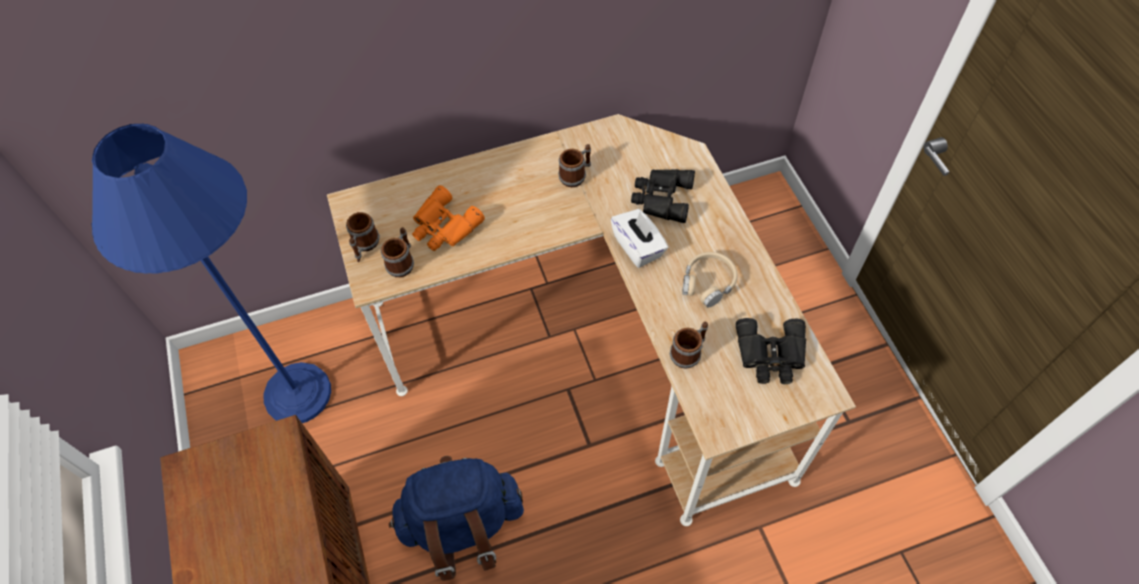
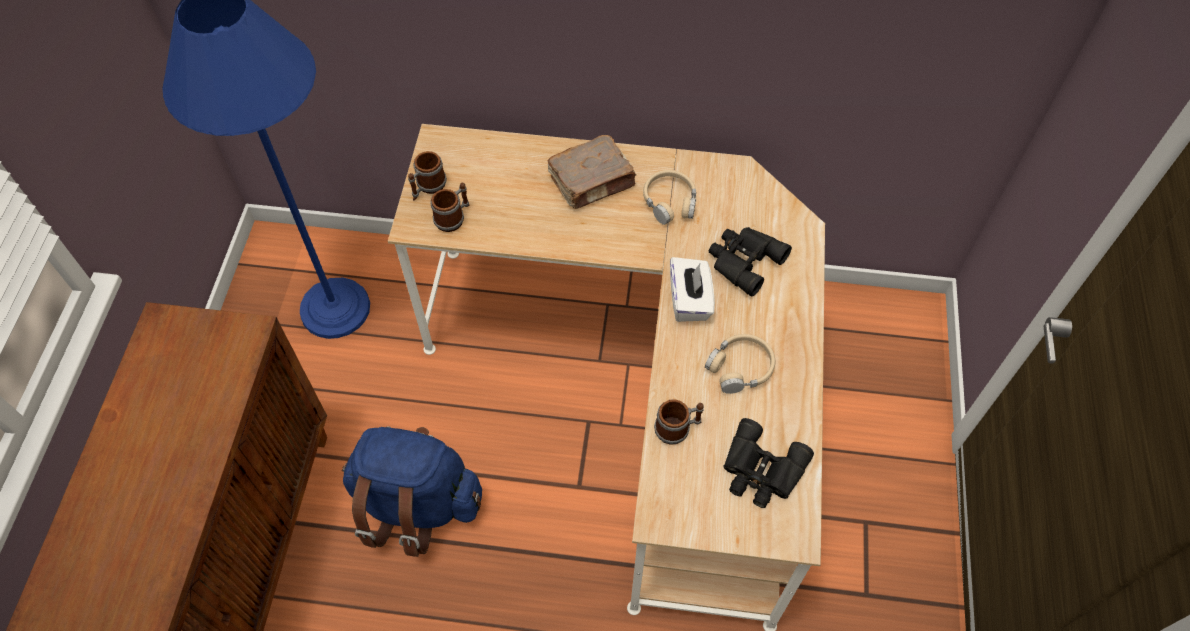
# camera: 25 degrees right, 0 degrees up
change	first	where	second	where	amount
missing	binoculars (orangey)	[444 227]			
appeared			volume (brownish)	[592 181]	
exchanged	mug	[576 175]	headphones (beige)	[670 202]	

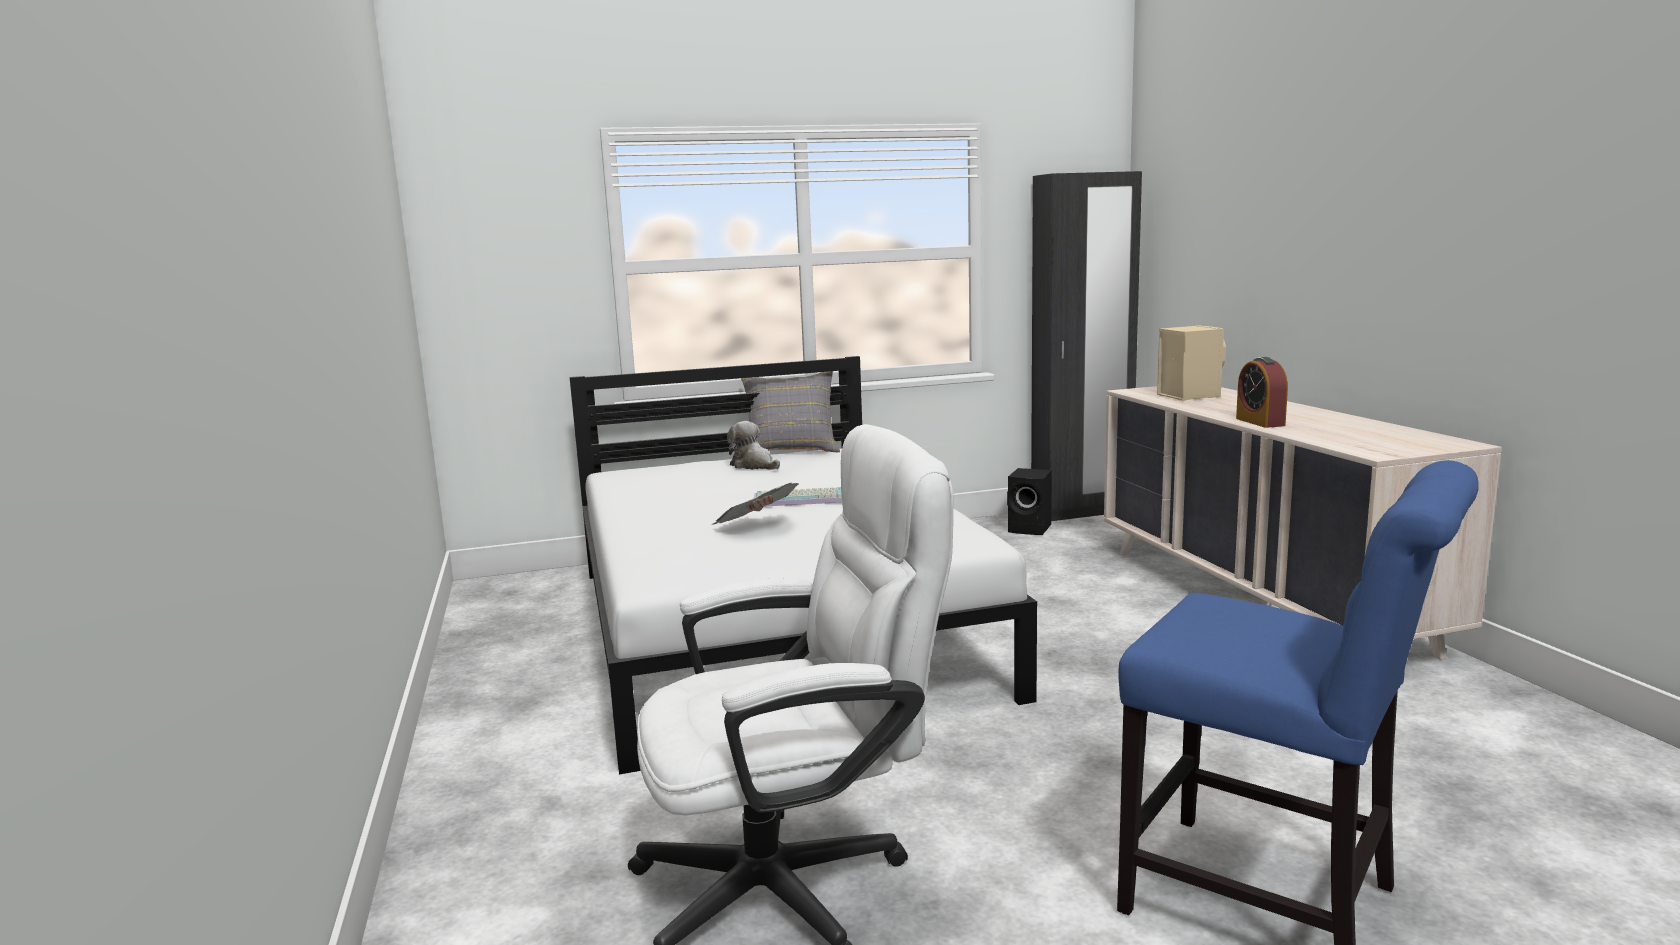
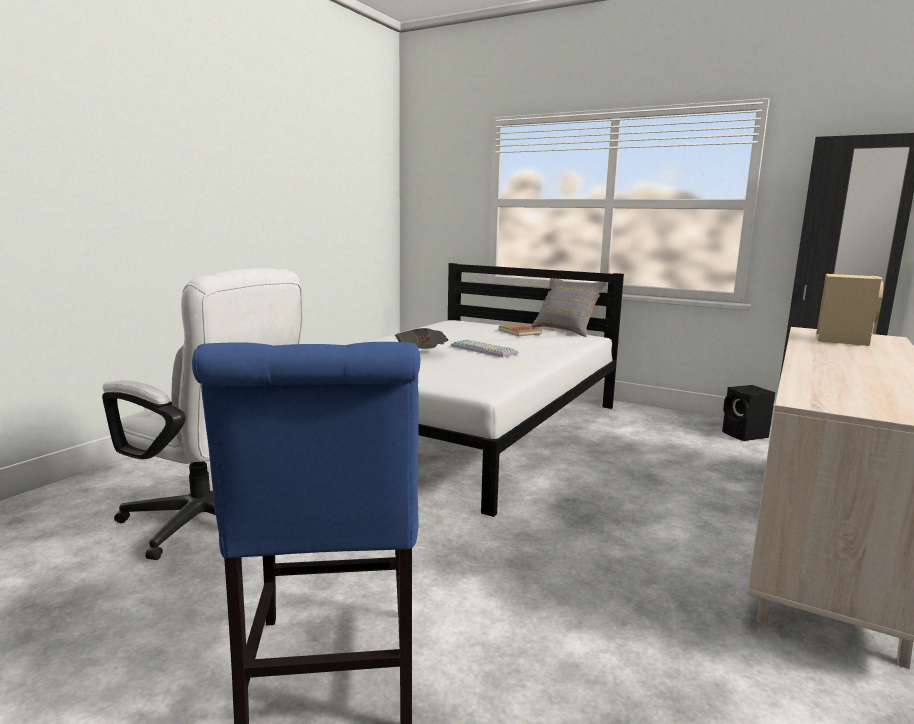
# camera: 45 degrees right, 0 degrees up
change	first	where	second	where	amount
missing	alarm clock	[1260 422]			
exchanged	cuddly toy	[754 465]	volume	[519 332]	

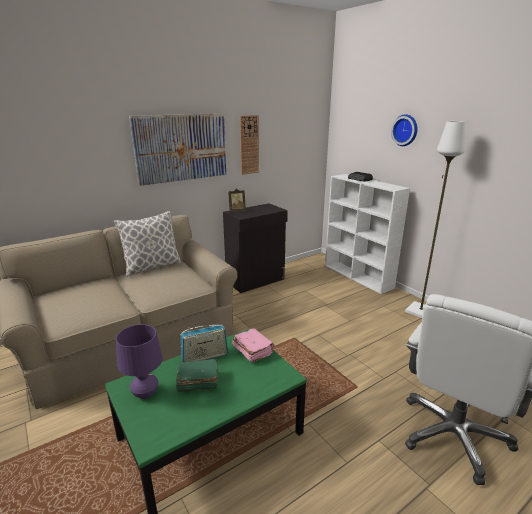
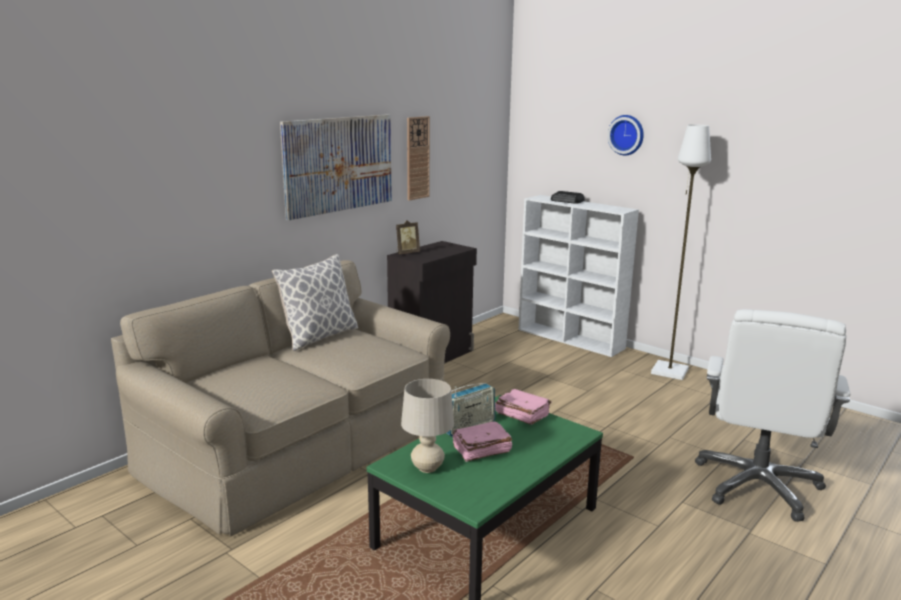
# camera: 15 degrees left, 5 degrees down
change	first	where	second	where	amount
colour	table lamp (purple)	[145 393]	table lamp (beige)	[427 468]	
colour	volume (green-coloured)	[197 382]	volume (pink-coloured)	[480 450]	

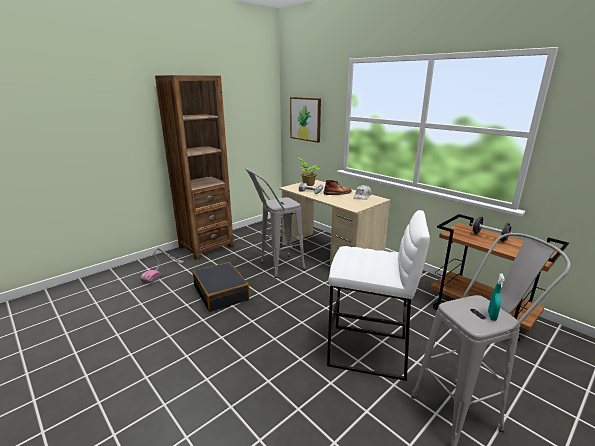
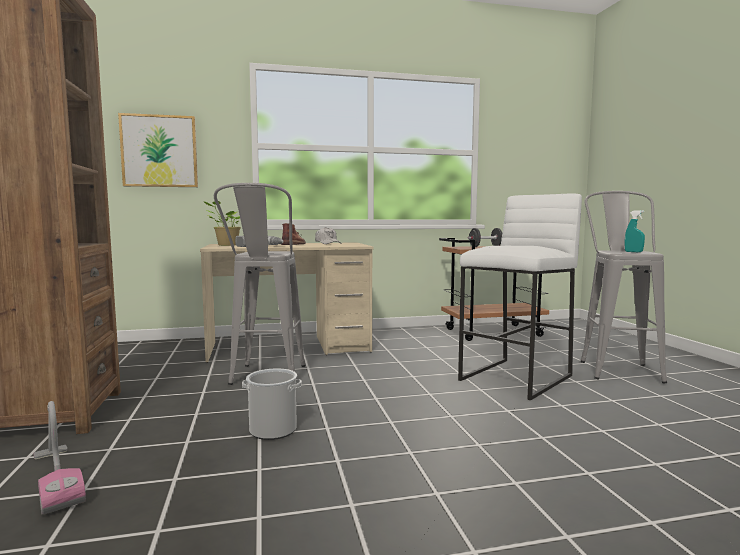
# camera: 60 degrees left, 15 degrees down
change	first	where	second	where	amount
exchanged	travel case (black-coloured)	[221 293]	bucket	[273 430]	

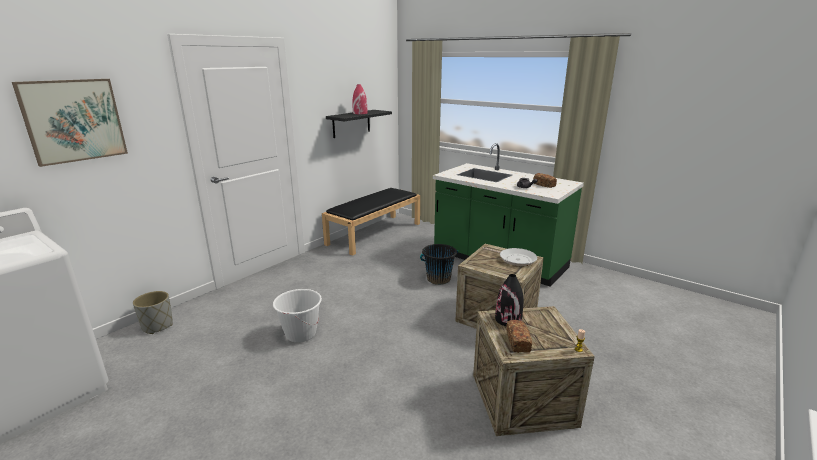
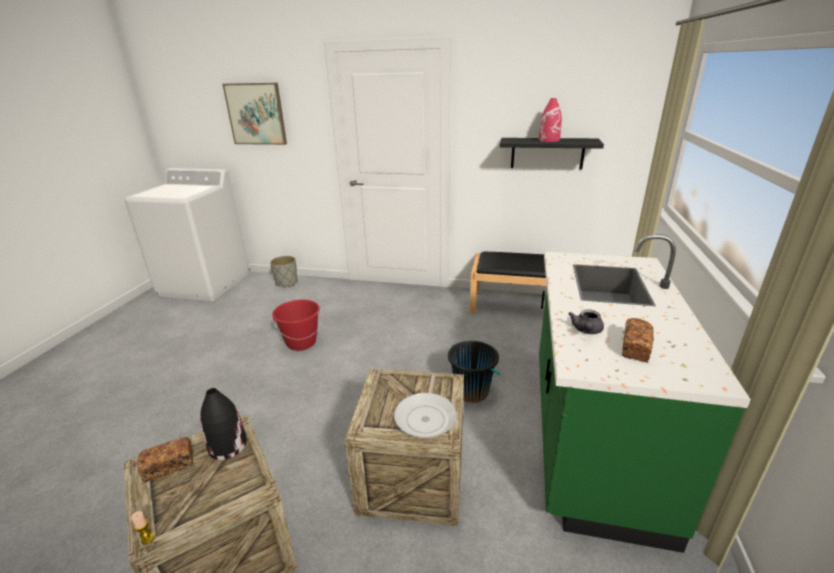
# camera: 65 degrees right, 5 degrees up
change	first	where	second	where	amount
colour	bucket (white)	[300 334]	bucket (red)	[301 343]	

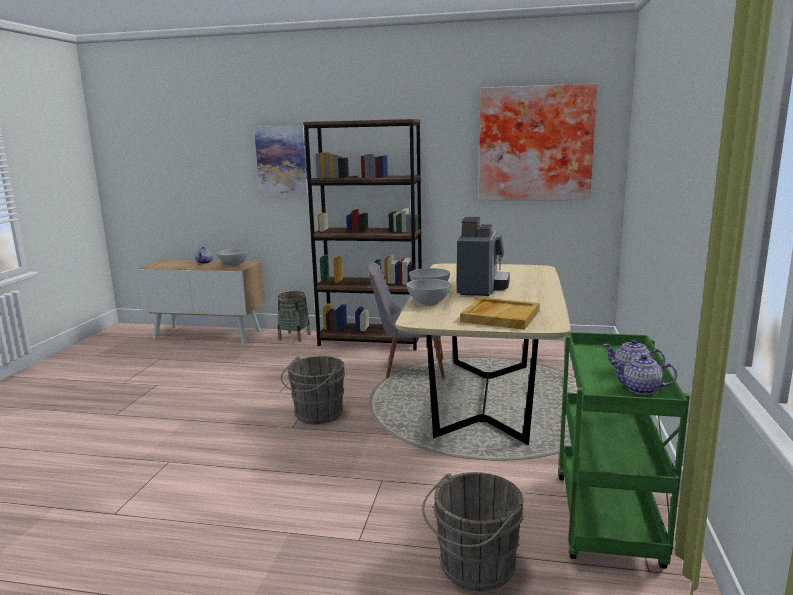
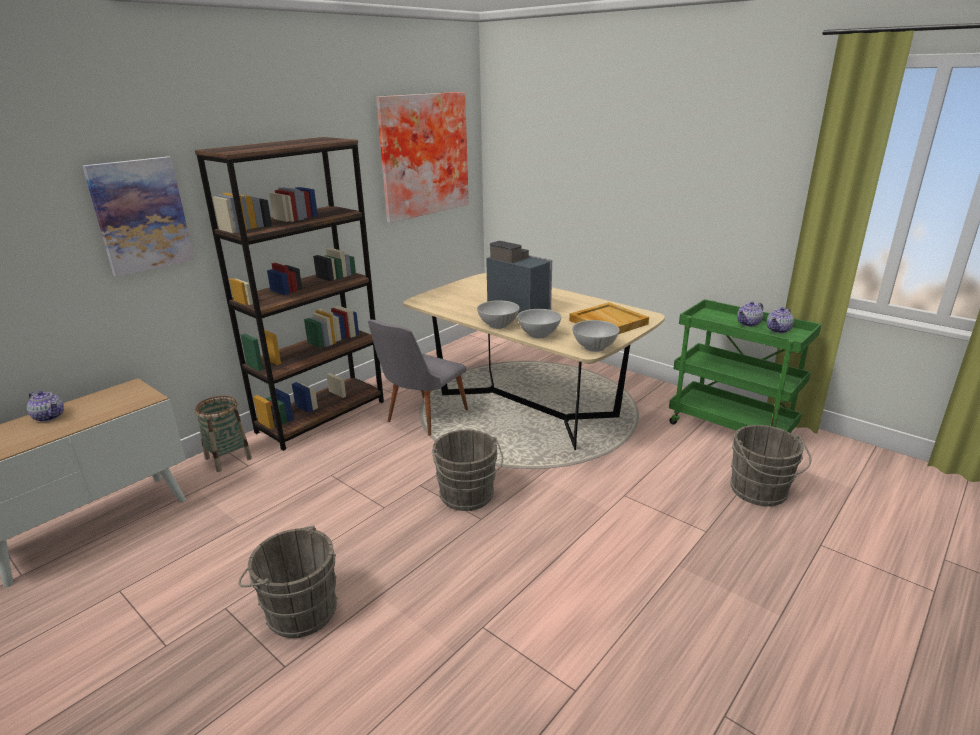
# camera: 60 degrees left, 10 degrees up
change	first	where	second	where	amount
appeared			bucket (greyish)	[298 610]	
relocated	deep dish (white)	[233 265]		[594 347]	

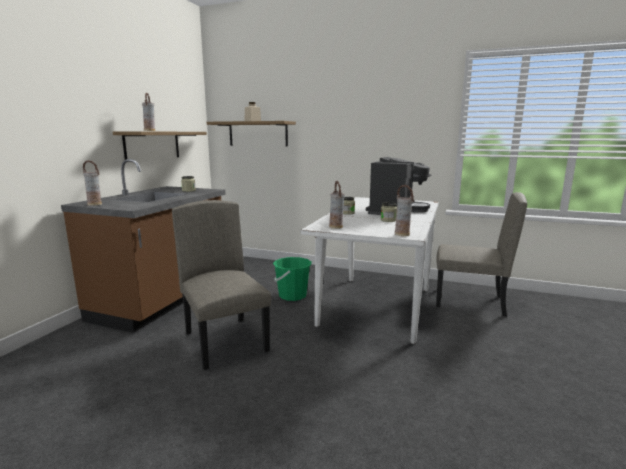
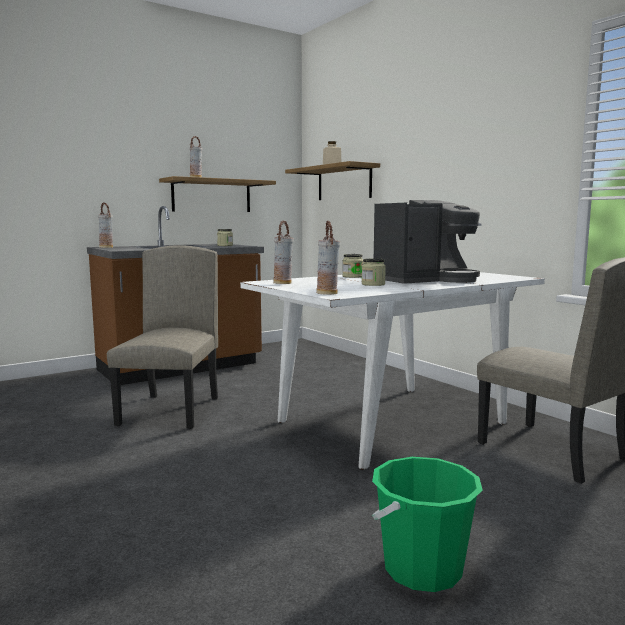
# camera: 35 degrees right, 5 degrees down
change	first	where	second	where	amount
relocated	bucket (green-coloured)	[292 295]		[422 569]	

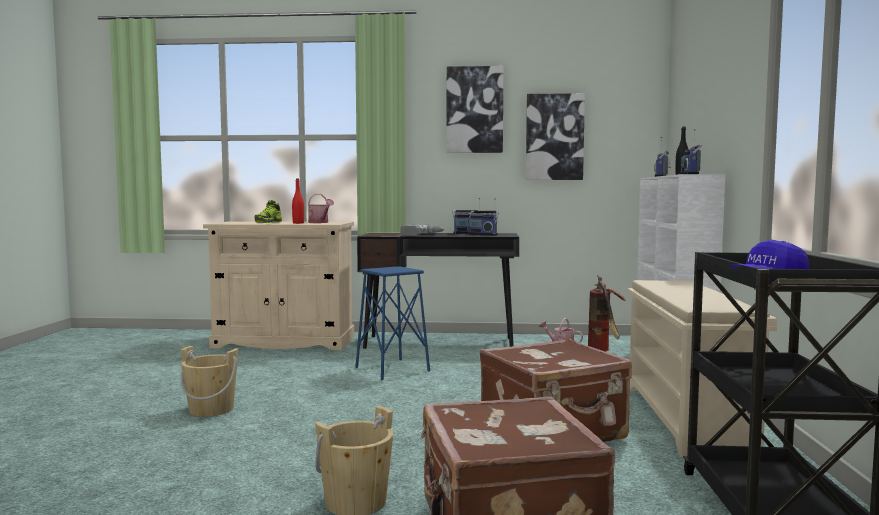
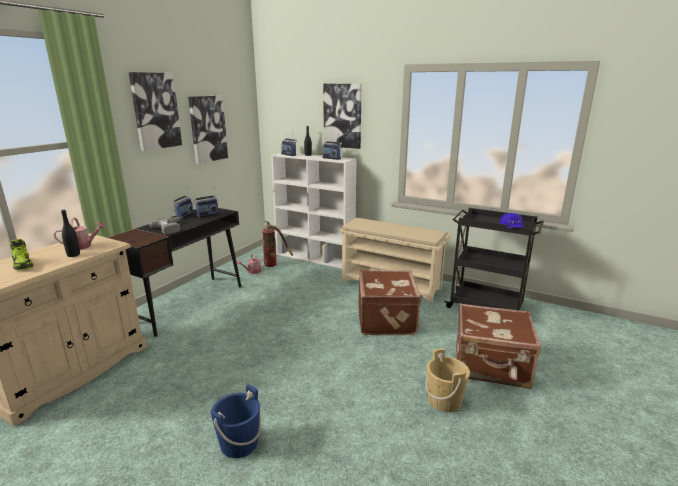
# camera: 65 degrees left, 15 degrees up
change	first	where	second	where	amount
missing	stool seat (blue-coloured)	[392 369]			
appeared			wall art	[342 116]	
colour	bucket (beige)	[211 409]	bucket (blue-coloured)	[239 443]	
colour	bottle (red)	[298 223]	bottle (black-coloured)	[73 255]	

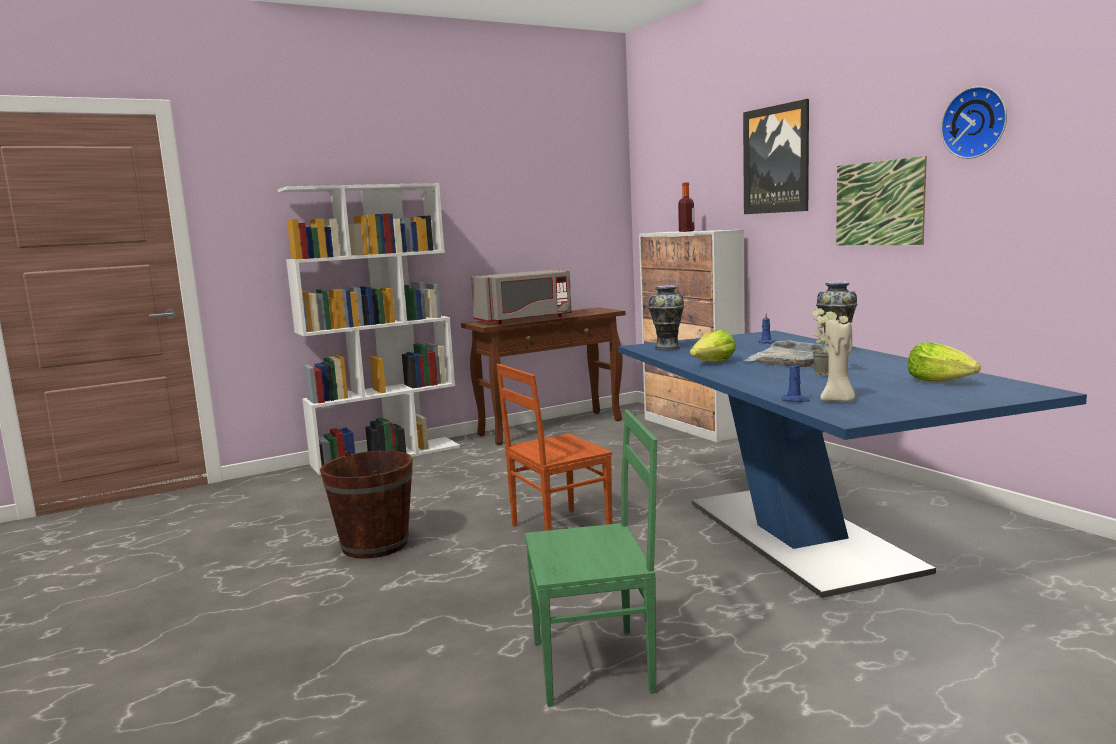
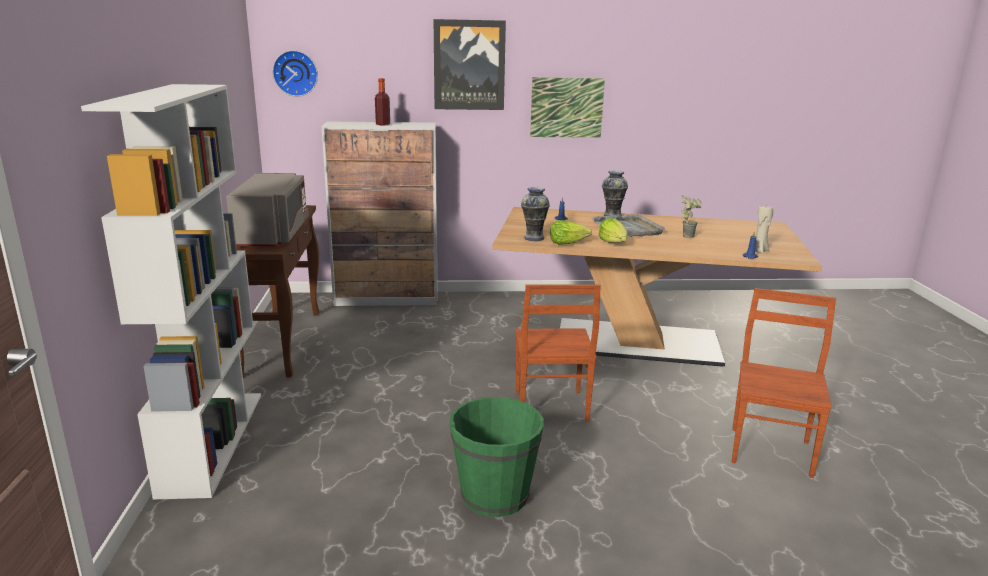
# camera: 65 degrees left, 10 degrees up
change	first	where	second	where	amount
relocated	head of lettuce	[941 381]		[567 243]	
relocated	hanging clock	[976 122]		[296 73]	
colour	bucket (brownish)	[375 544]	bucket (green-coloured)	[494 495]	
colour	upright chair (green-coloured)	[594 667]	upright chair (brownish)	[772 451]	
colour	dinner table (blue-coloured)	[798 536]	dinner table (beige)	[637 343]	

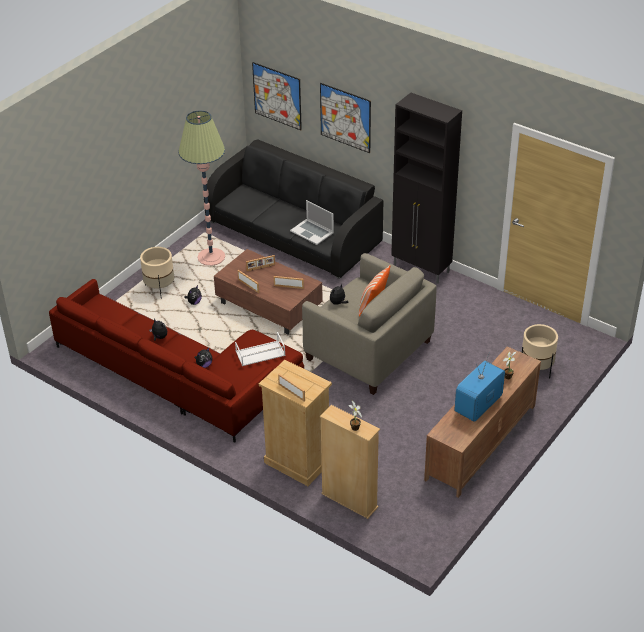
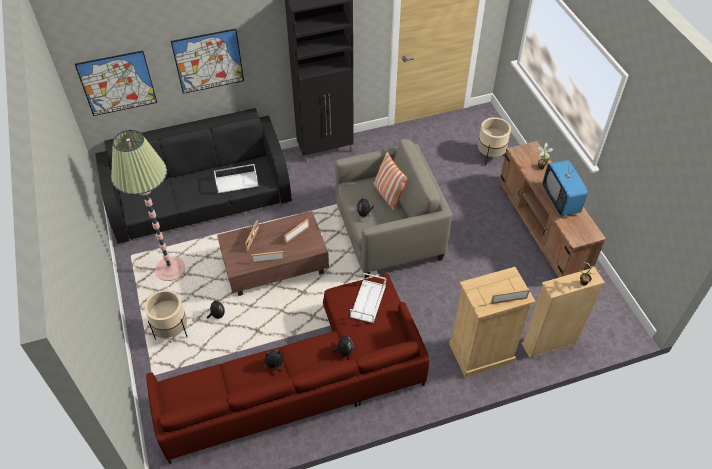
# camera: 55 degrees left, 10 degrees up
change	first	where	second	where	amount
exchanged	laptop	[312 231]	tray (white)	[237 182]	

